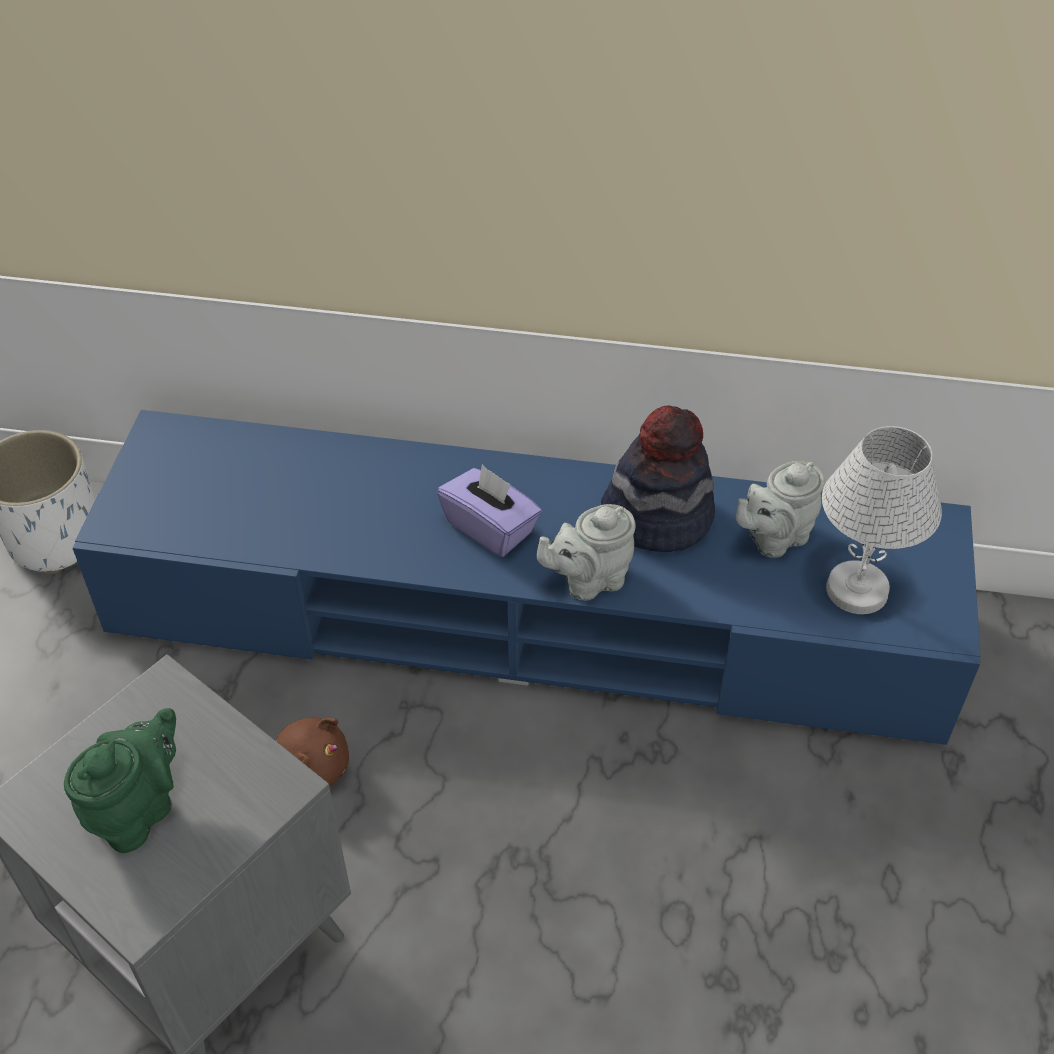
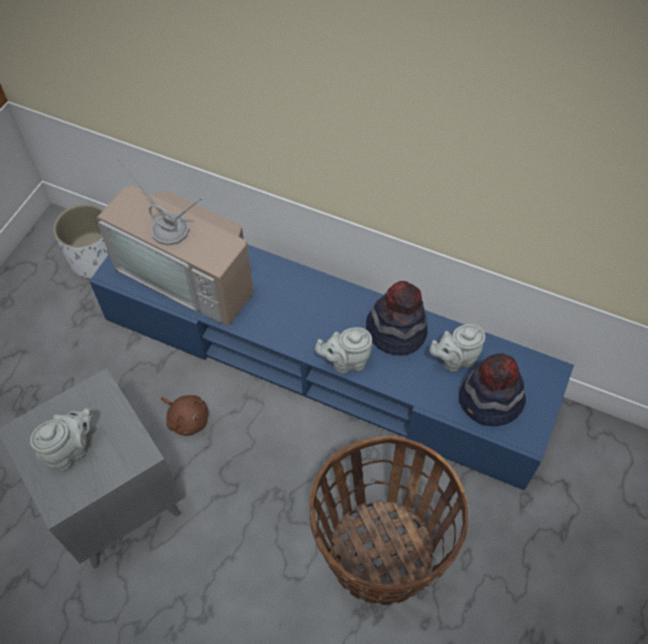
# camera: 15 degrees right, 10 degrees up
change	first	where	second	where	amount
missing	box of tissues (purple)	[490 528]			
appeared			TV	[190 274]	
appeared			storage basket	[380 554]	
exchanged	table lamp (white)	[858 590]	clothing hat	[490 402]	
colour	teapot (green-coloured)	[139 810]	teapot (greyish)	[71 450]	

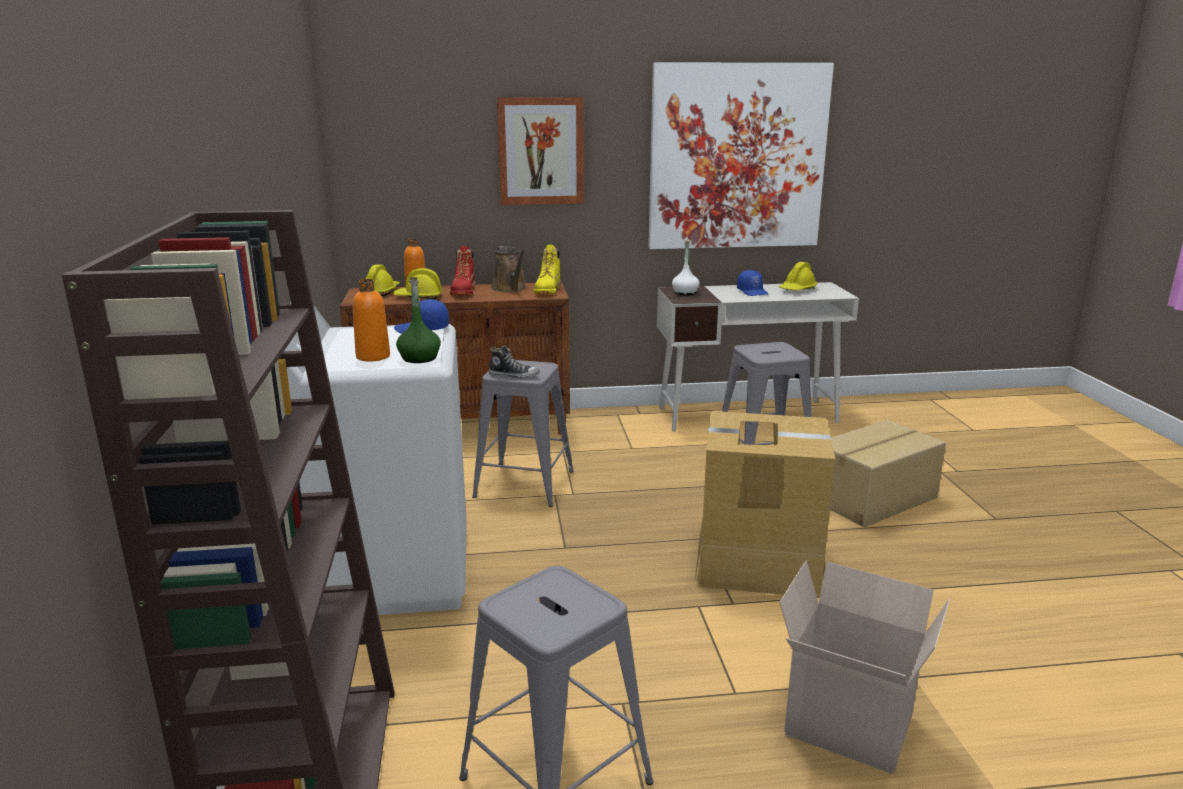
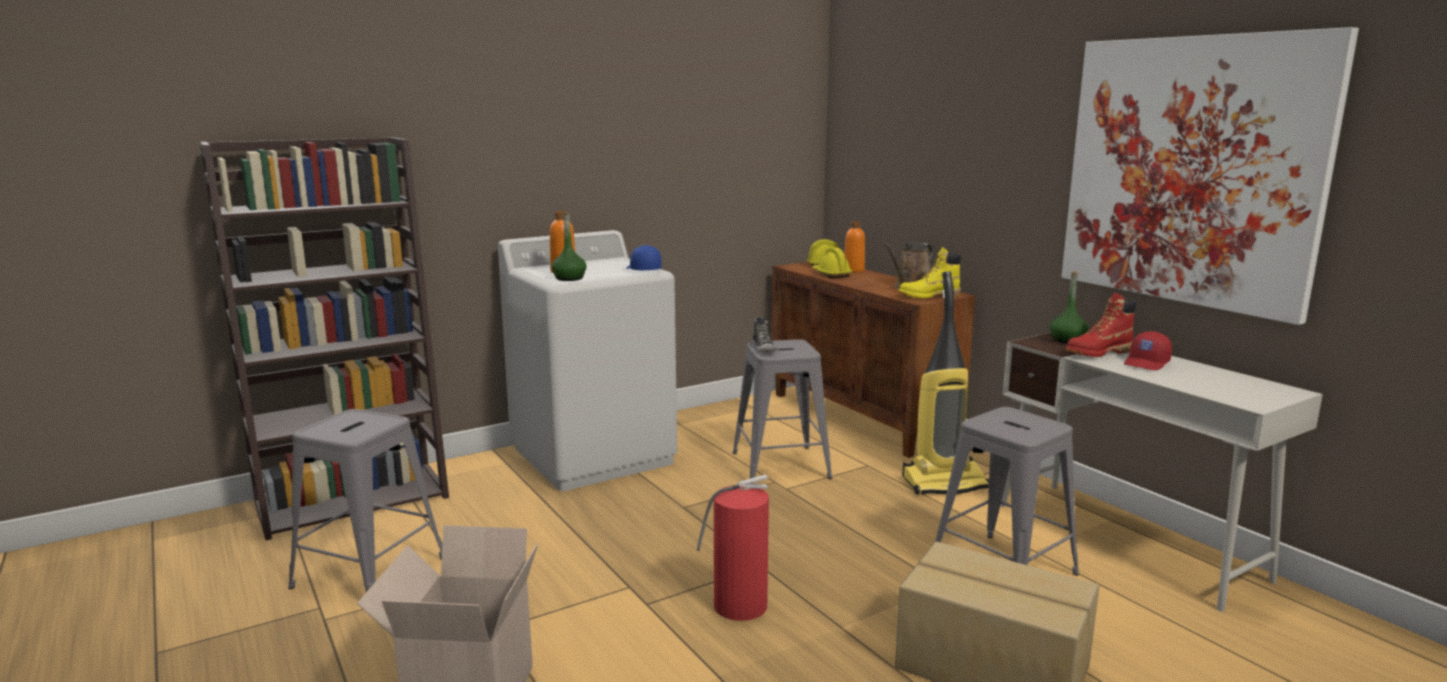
# camera: 65 degrees right, 5 degrees down
change	first	where	second	where	amount
missing	wall art	[541 151]			
missing	safety helmet (yellow-coloured)	[797 290]			
appeared			hoover	[944 483]	
relocated	high-top boot (red)	[463 292]		[1098 353]	
exchanged	cardboard box	[757 563]	extinguisher	[737 605]	
colour	bottle (white)	[685 293]	bottle (green-coloured)	[1067 340]	
colour	cap (blue-coloured)	[753 292]	cap (red)	[1147 363]	

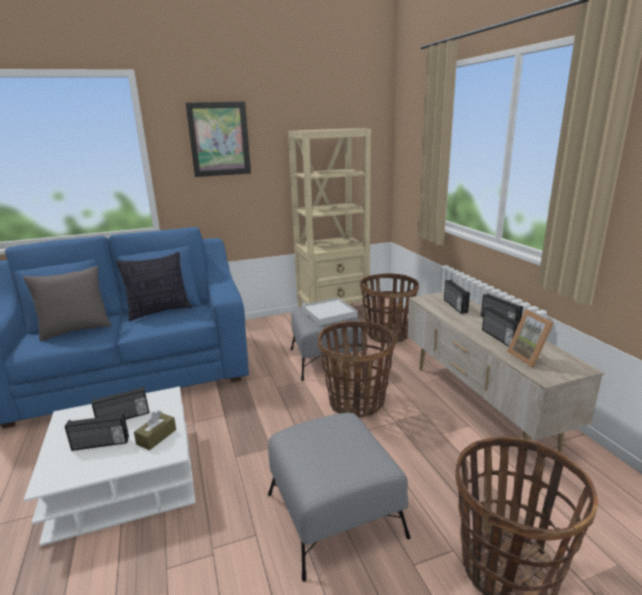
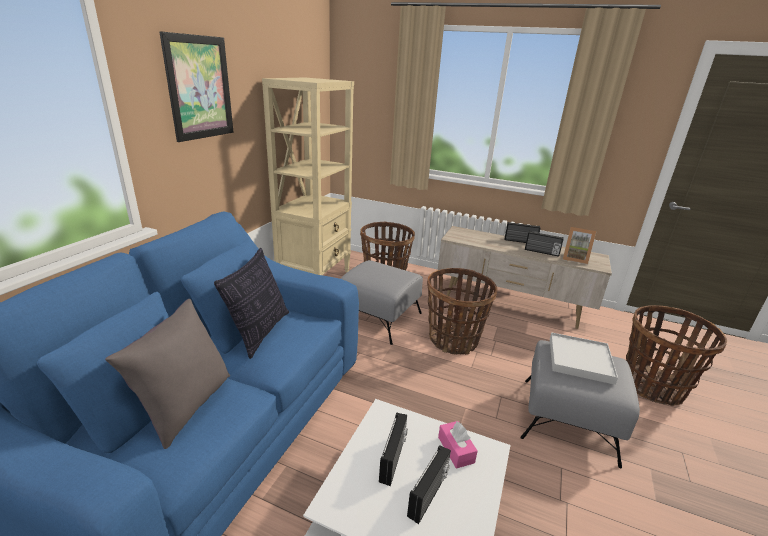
# camera: 50 degrees left, 5 degrees up
change	first	where	second	where	amount
missing	radio receiver	[454 306]			
relocated	tray (white)	[329 313]		[580 360]	
colour	box of tissues (brownish)	[156 437]	box of tissues (pink-coloured)	[456 449]	

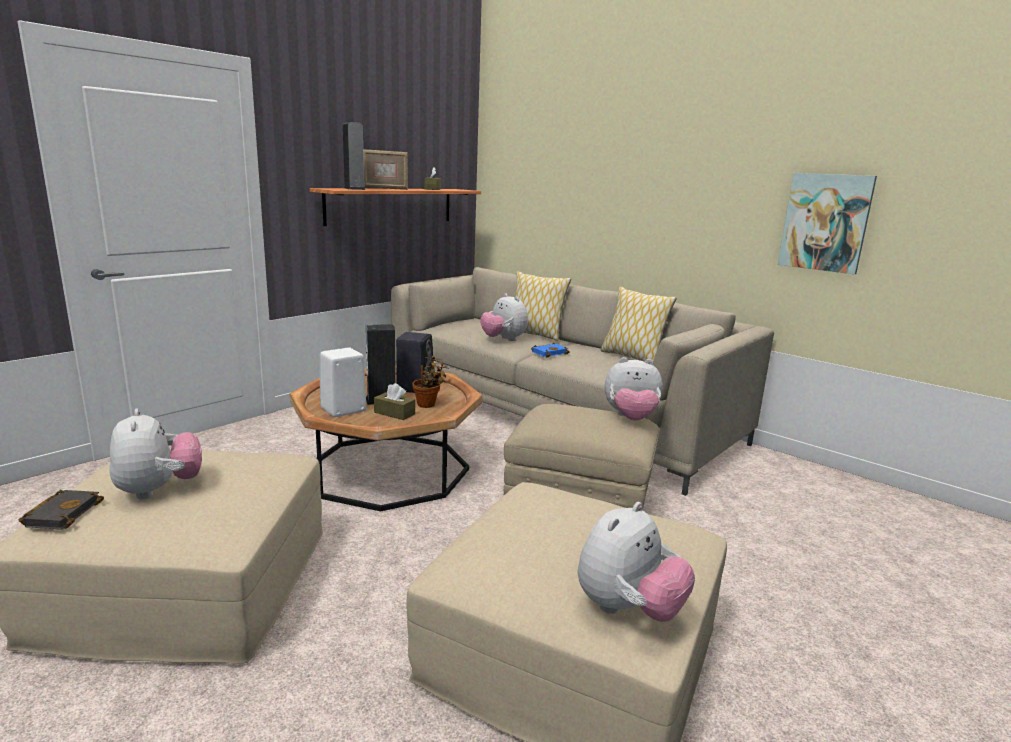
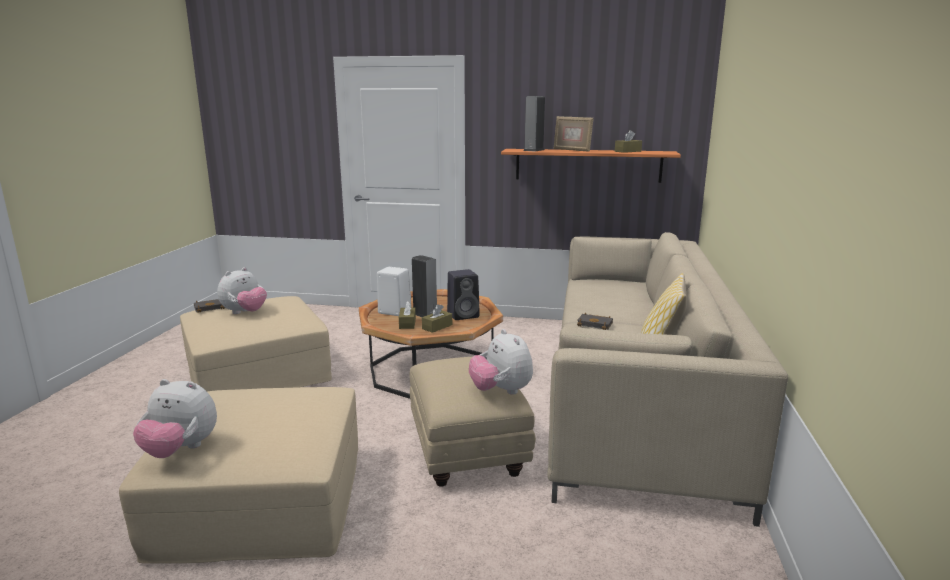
# camera: 60 degrees right, 0 degrees up
change	first	where	second	where	amount
missing	cuddly toy	[503 339]			
missing	pillow	[534 334]			
missing	wall art	[825 222]			
exchanged	potted plant	[428 404]	box of tissues (brownish)	[437 327]	
colour	volume (blue-coloured)	[549 353]	volume (black-coloured)	[596 324]	

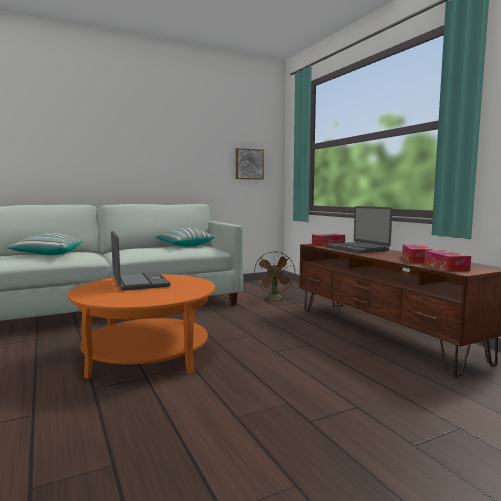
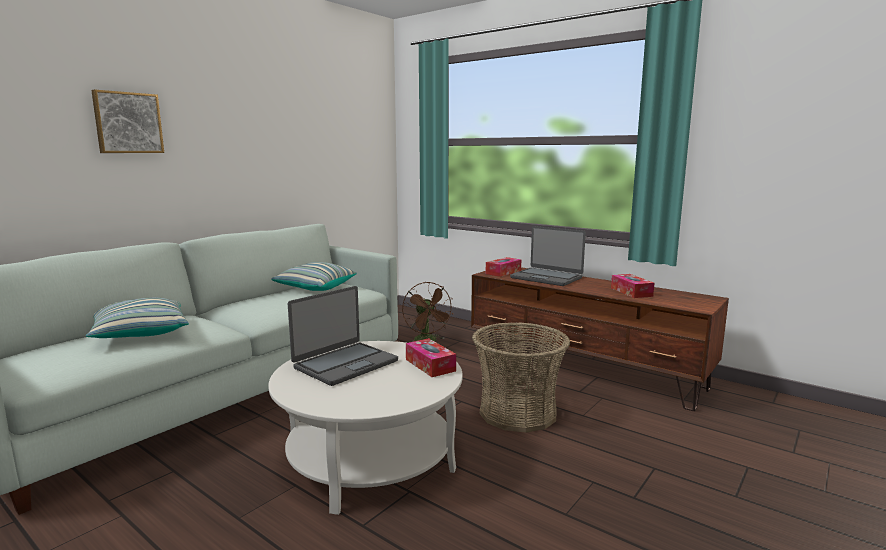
# camera: 25 degrees left, 5 degrees up
change	first	where	second	where	amount
appeared			storage basket	[518 412]	
relocated	wall art	[249 164]		[128 123]	
relocated	box of tissues	[446 267]		[430 365]	
colour	coffee table (orangey)	[147 355]	coffee table (white)	[370 458]	
spun	laptop	[139 282]		[345 364]	90 degrees clockwise

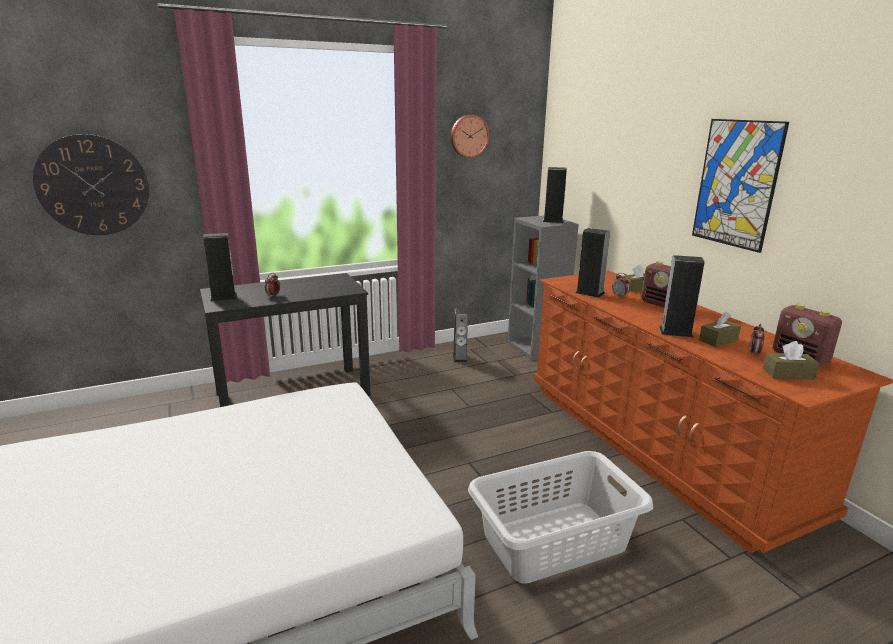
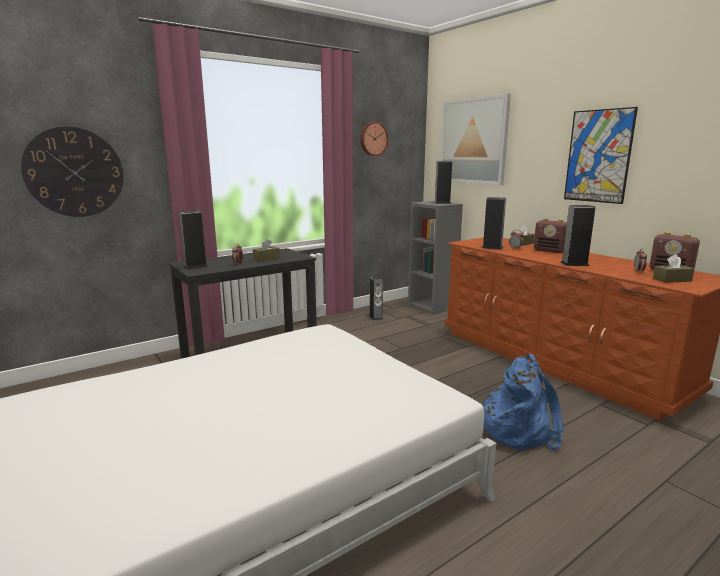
# camera: 10 degrees left, 5 degrees down
change	first	where	second	where	amount
appeared			wall art	[473 141]	
relocated	box of tissues (brownish)	[718 340]		[266 258]	
exchanged	washing basket (greyish)	[555 541]	rucksack (blue-coloured)	[518 429]	

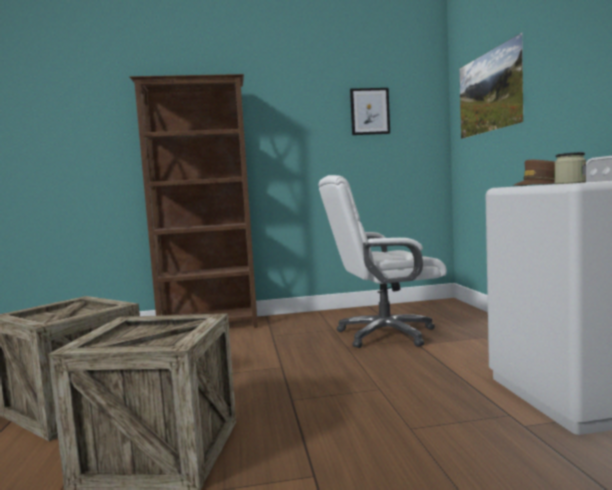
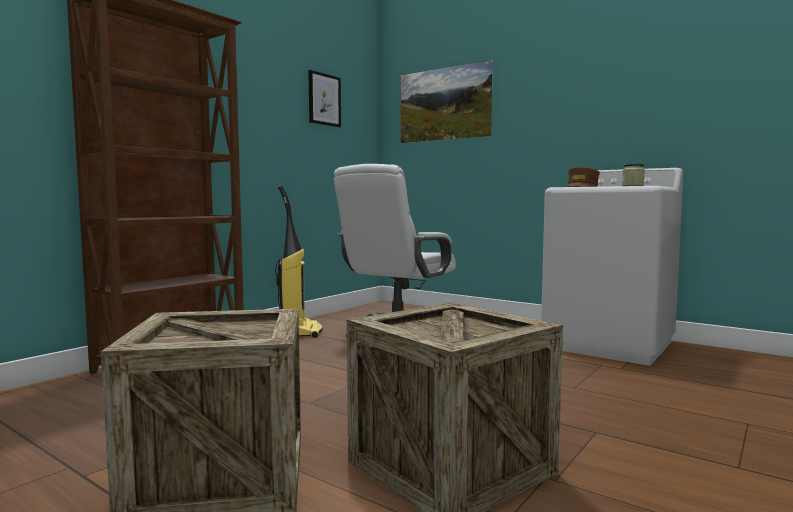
# camera: 45 degrees left, 0 degrees up
change	first	where	second	where	amount
appeared			hoover	[301 331]	

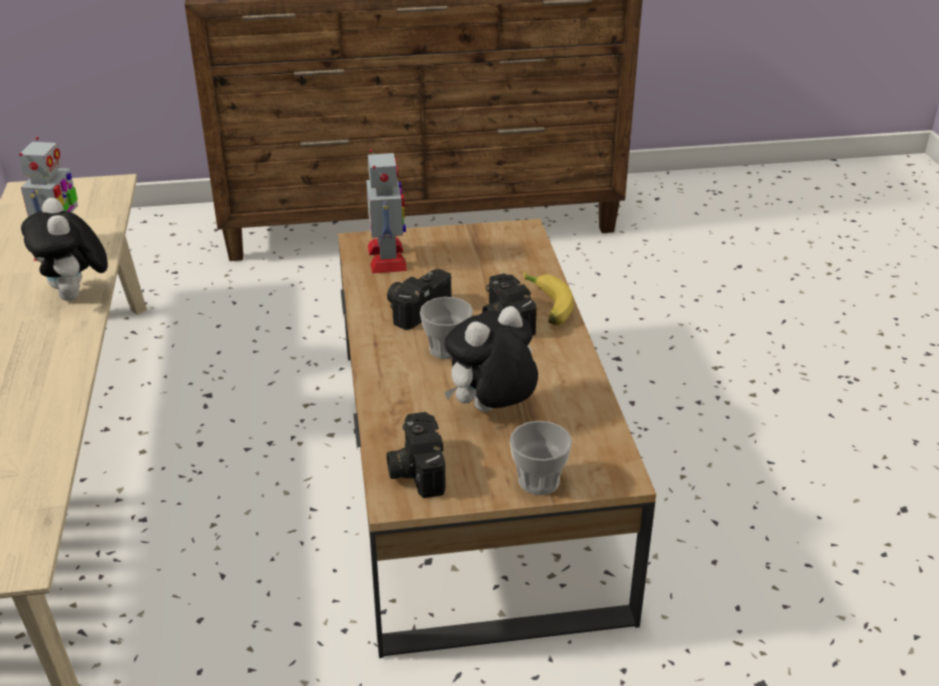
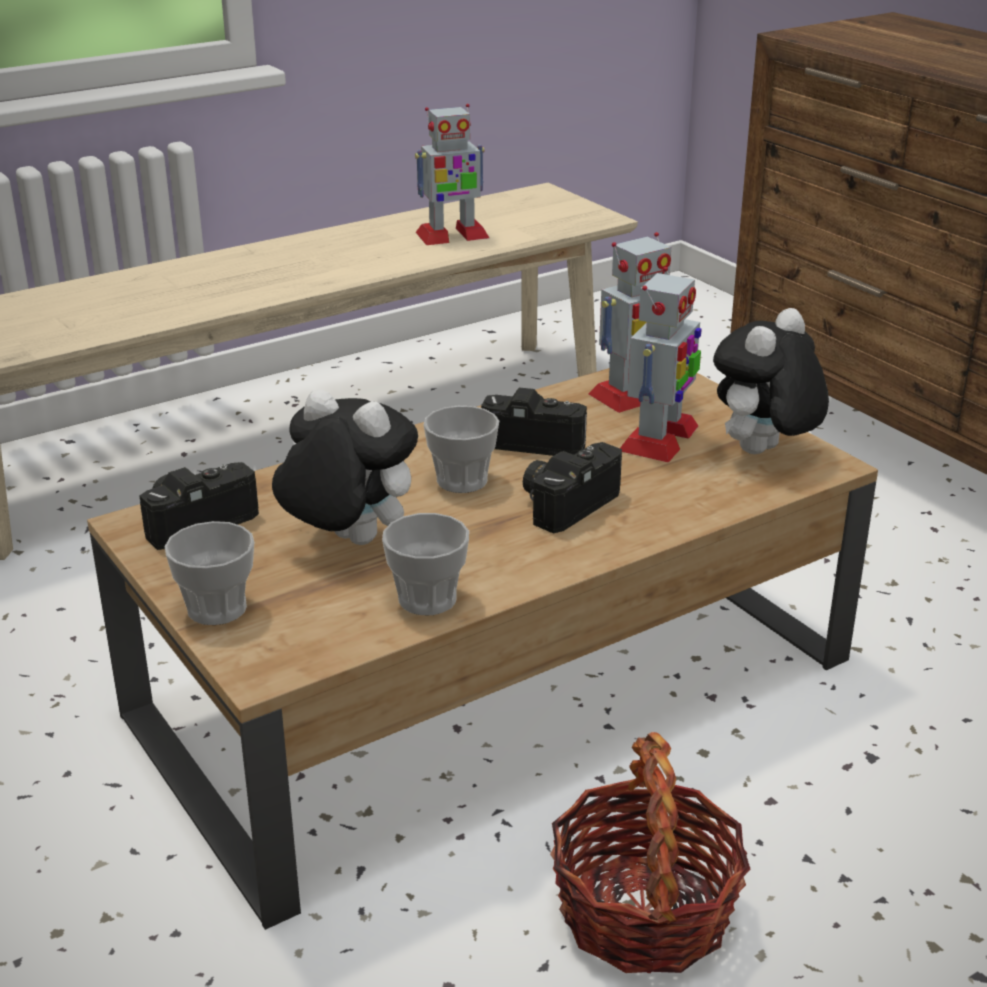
# camera: 65 degrees right, 5 degrees down
change	first	where	second	where	amount
missing	banana	[545 306]			
appeared			drinking cup	[427 599]	
appeared			storage basket	[644 912]	
appeared			toy robot	[659 439]	
relocated	cuddly toy	[76 296]		[763 453]	

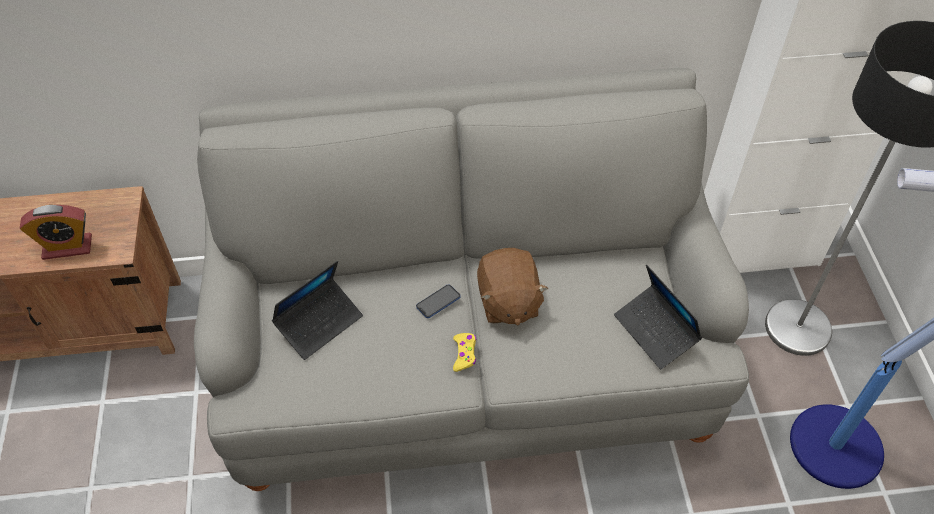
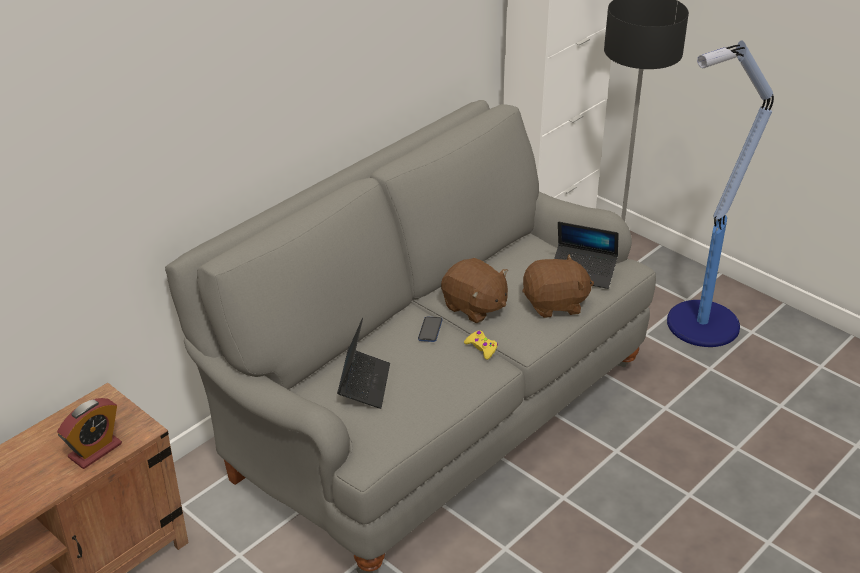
# camera: 40 degrees left, 15 degrees down
change	first	where	second	where	amount
appeared			cuddly toy (brownish)	[555 304]	

